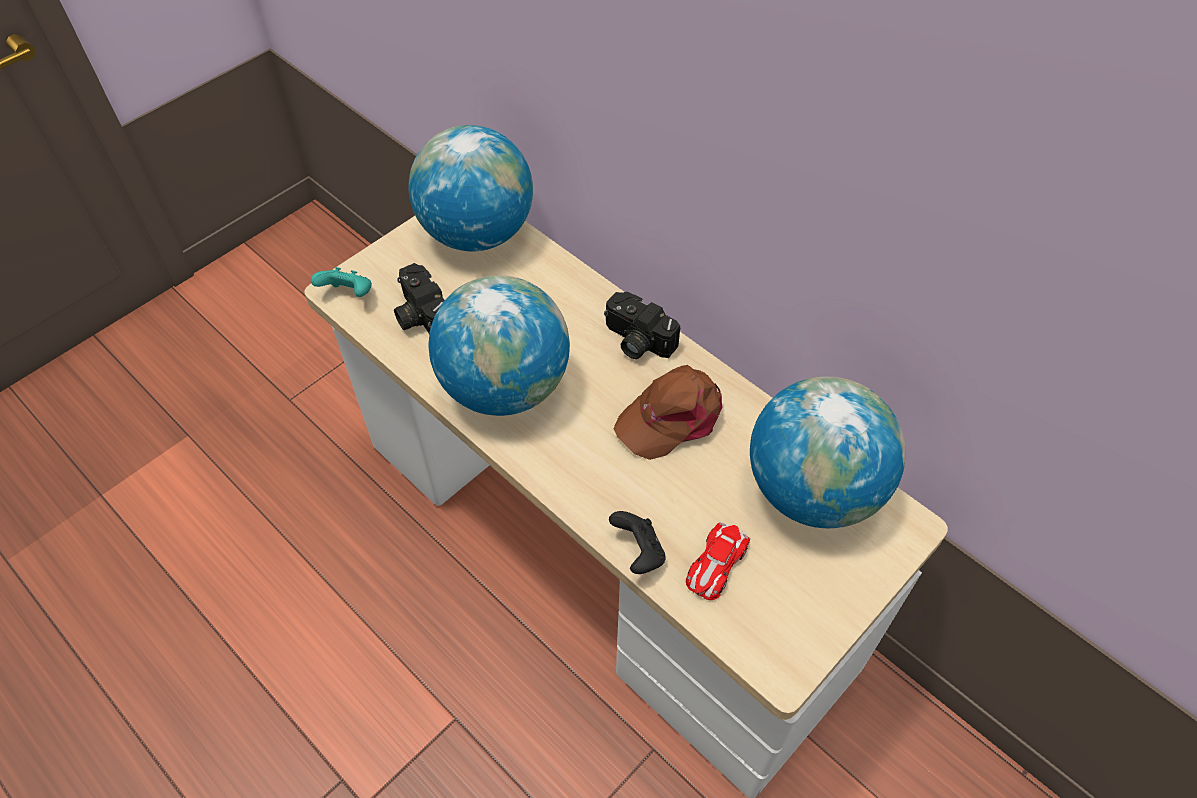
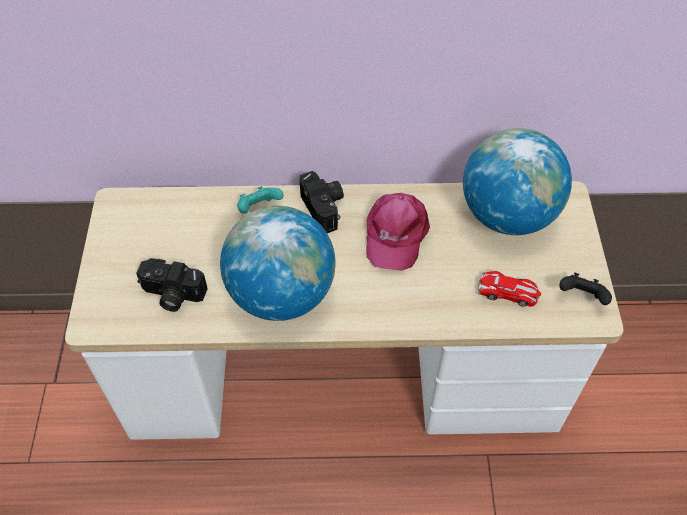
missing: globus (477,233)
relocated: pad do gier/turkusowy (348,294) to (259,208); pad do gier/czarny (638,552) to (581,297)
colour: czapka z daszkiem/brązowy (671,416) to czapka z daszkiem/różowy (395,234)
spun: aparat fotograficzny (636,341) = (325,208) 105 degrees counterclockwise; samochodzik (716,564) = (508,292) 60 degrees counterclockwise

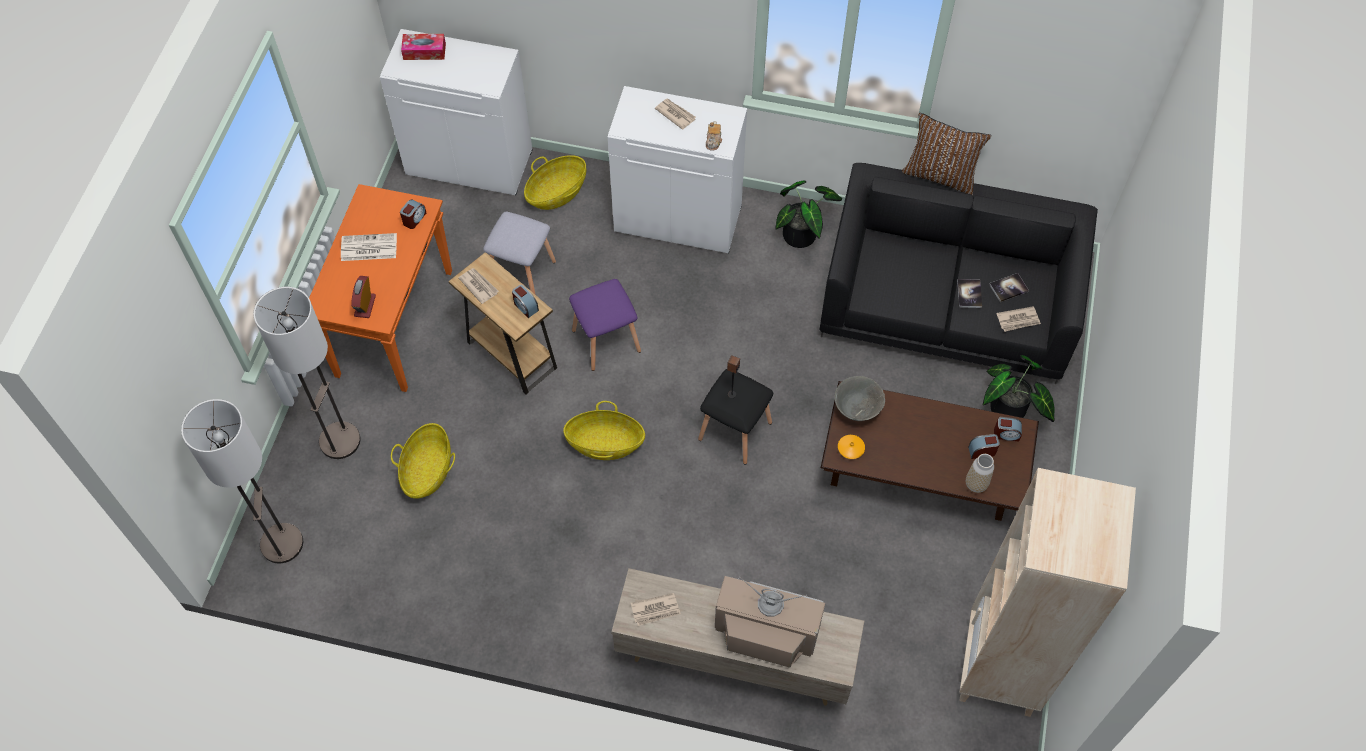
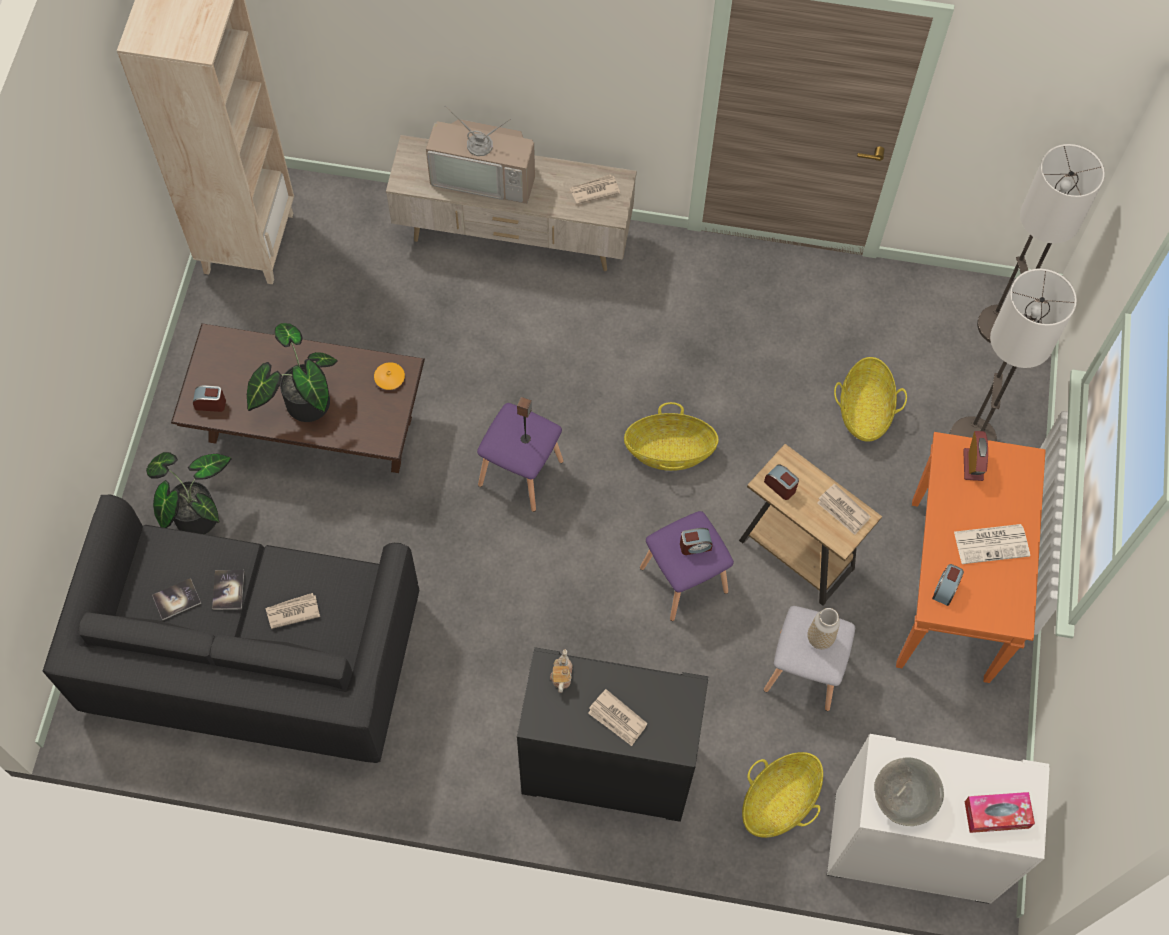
missing: poduszka/brązowy (940,175)
relocated: roślina doniczkowa (803,235) to (302,403); gazeta (1018,320) to (292,611); budzik (982,451) to (695,546); wazon (976,484) to (820,638); miska/szary (857,409) to (903,799)
colour: stołek/czarny (735,432) to stołek/fioletowy (520,471); szafka/biały (679,218) to szafka/czarny (606,768)

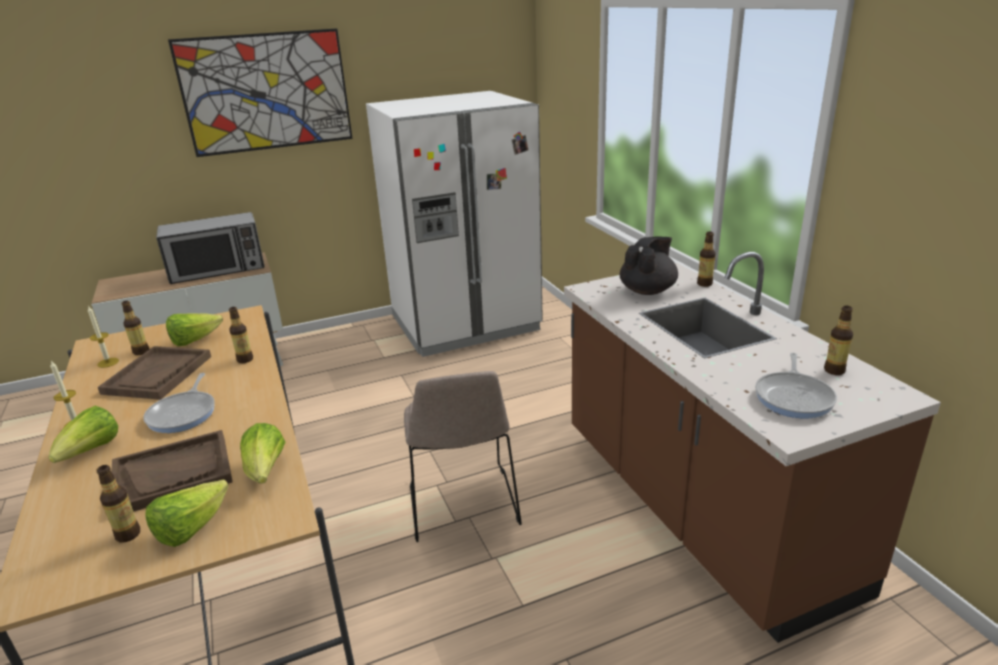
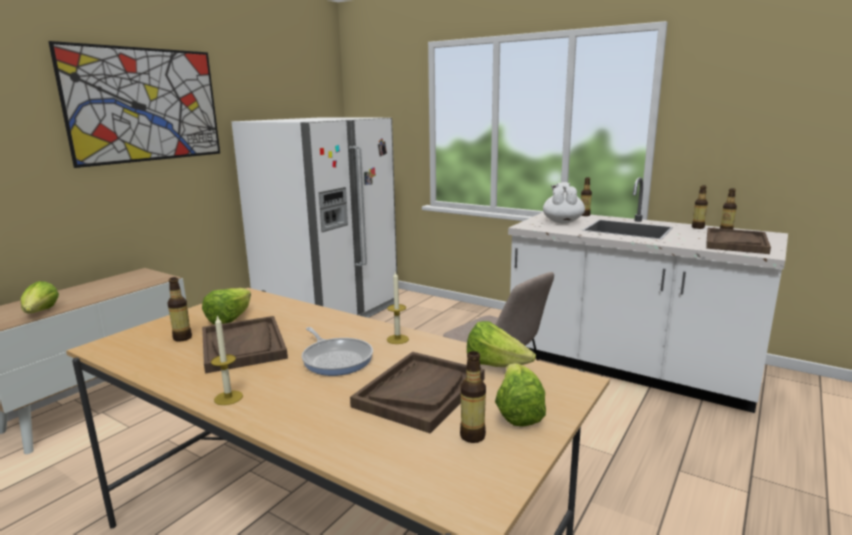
missing: mikrofalówka (218,270)
relocated: sałata (91,451) to (41,313); świeca (108,362) to (397,339); butelka (245,359) to (698,227)
exchanged: patelnia (794,397) to taca/brązowy (735,243)
colour: zabudowa kuchenna/brązowy (698,507) to zabudowa kuchenna/biały (628,367); imbryk/czarny (648,290) to imbryk/biały (562,221)

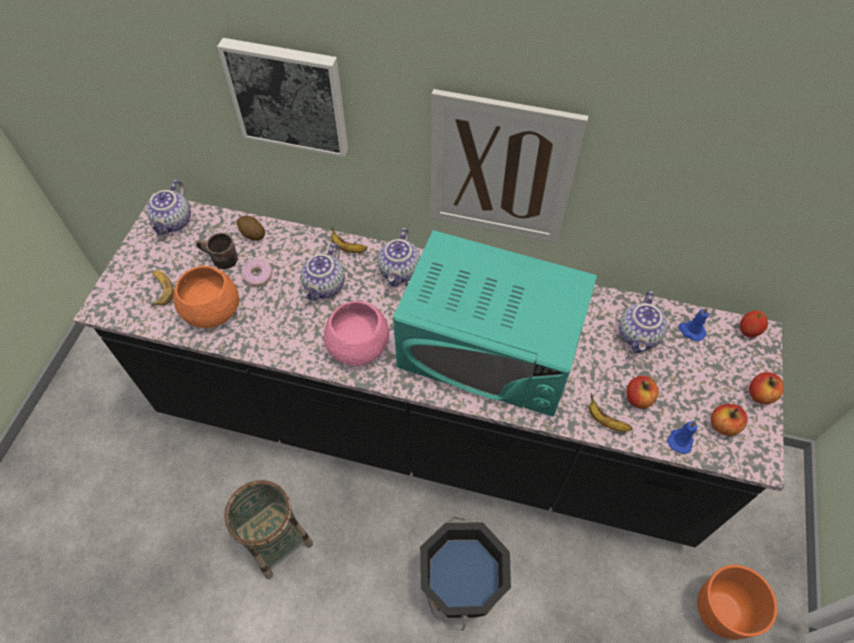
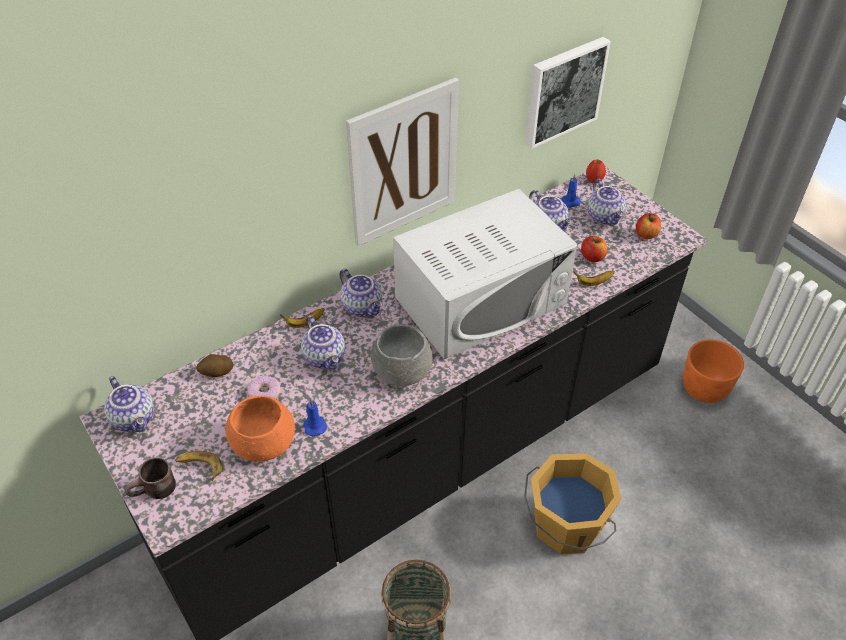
missing: jabłko (760,394)
appeared: imbryk (605,217)
relocated: kubek/brązowy (219,260) to (155,492); świeca/niebieski (680,440) to (314,425); obraz (289,96) to (563,91)
colour: miska/różowy (357,345) to miska/szary (402,370); mikrofalówka/turkusowy (490,347) to mikrofalówka/biały (481,300); wiadro/czarny (460,584) to wiadro/pomarańczowy (565,526)

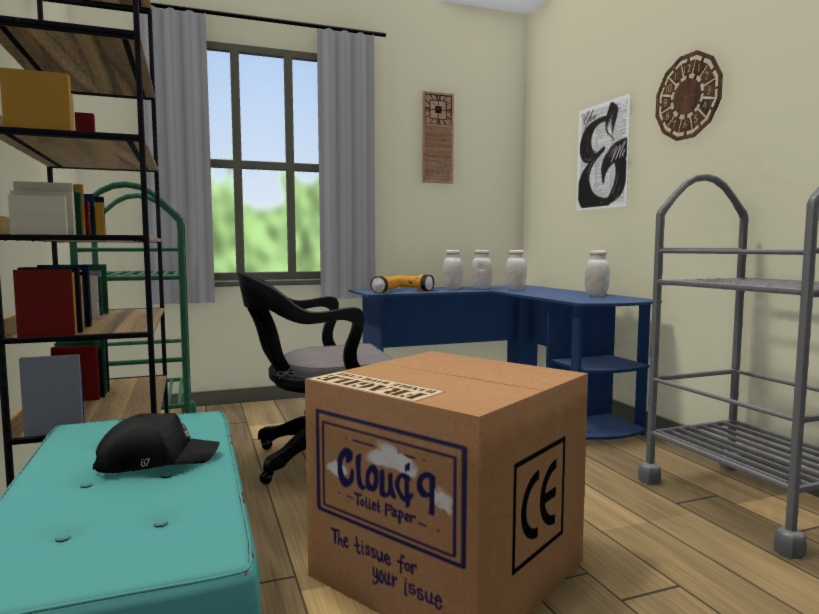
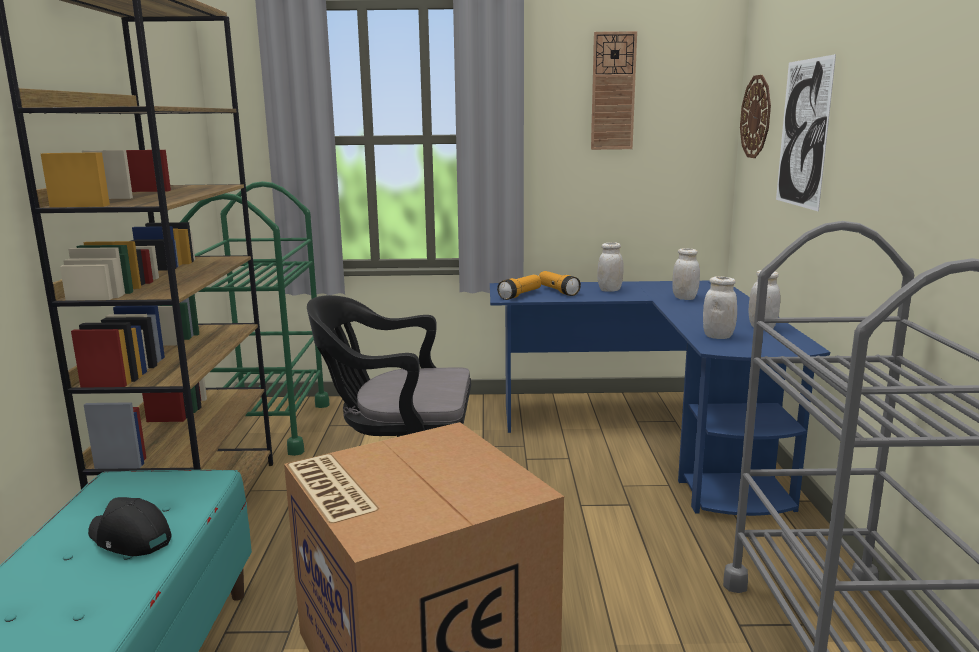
relocated: słoik/biały (481,288) to (718,336); zegar ścienny (688,96) to (756,117)
spun: czapka z daszkiem/czarny (156,461) = (129,538) 150 degrees counterclockwise

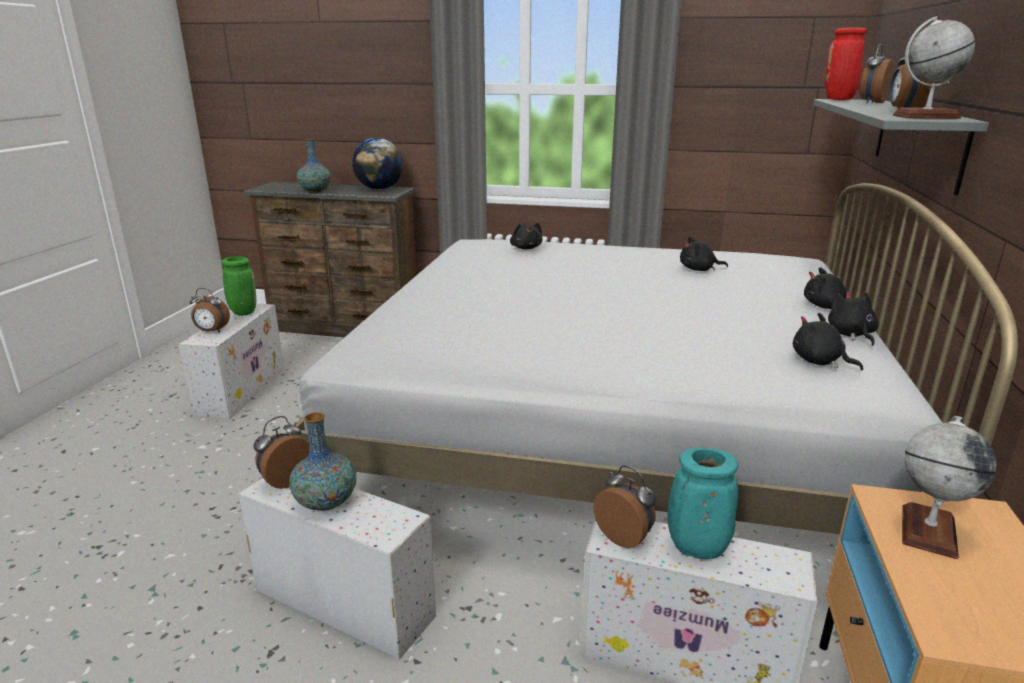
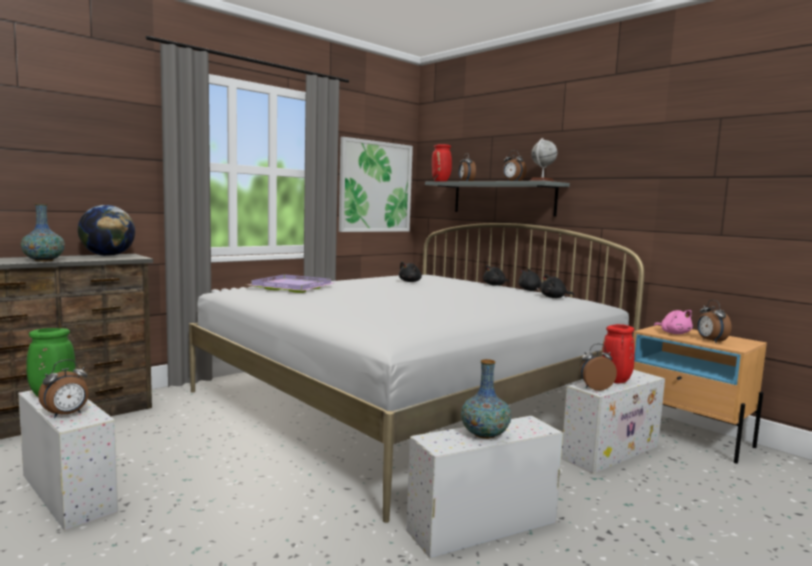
appeared: obraz (375,187)
relocated: budzik (285,480) to (710,341)
exchanged: pluszak/czarny (526,248) to taca/fioletowy (291,286); globus (928,530) to pluszak/różowy (674,333)
colour: wazon/turkusowy (696,549) to wazon/czerwony (616,381)

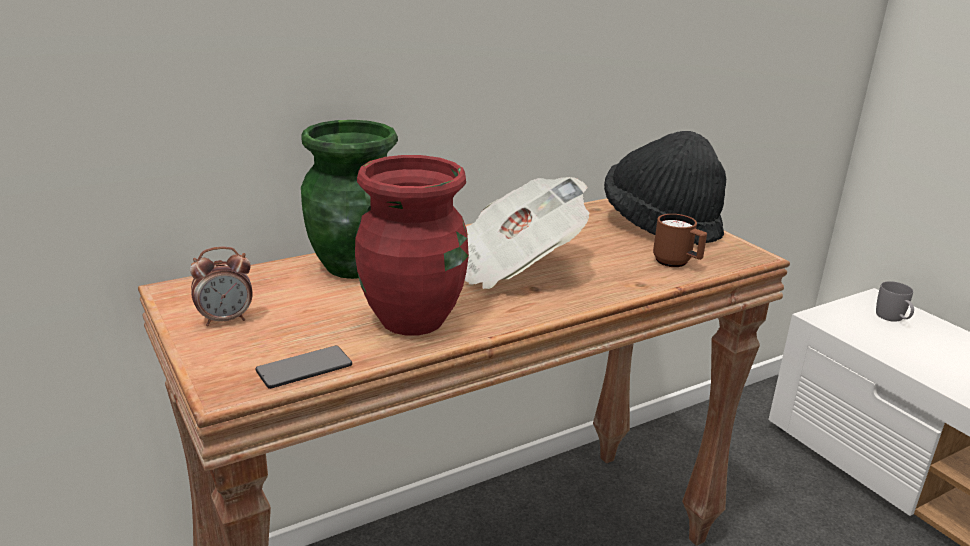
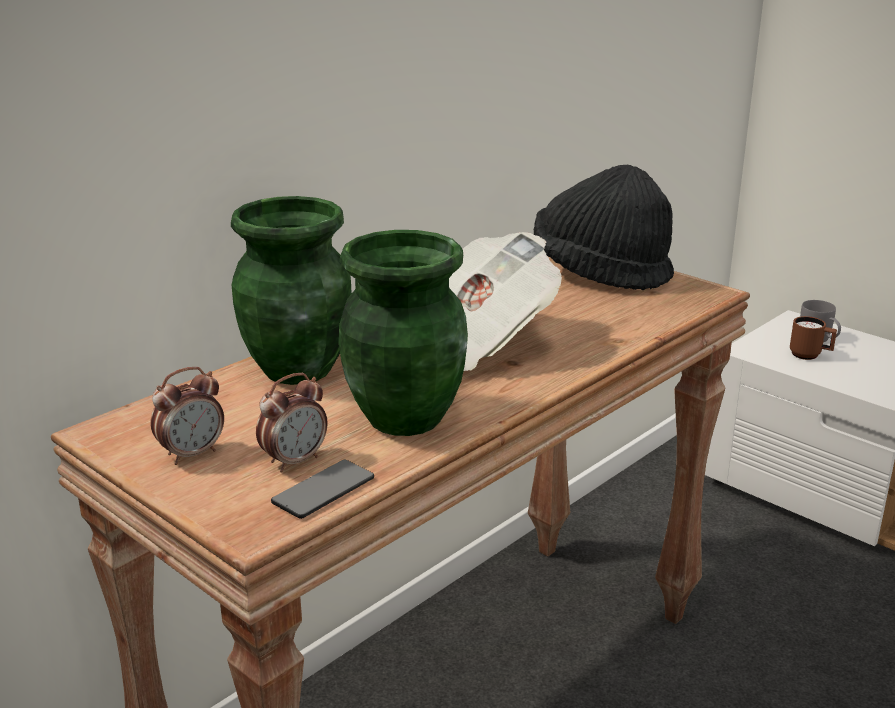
appeared: budzik (294,461)
relocated: kubek/brązowy (677,263) to (810,356)
colour: wazon/czerwony (413,319) to wazon/zielony (405,417)

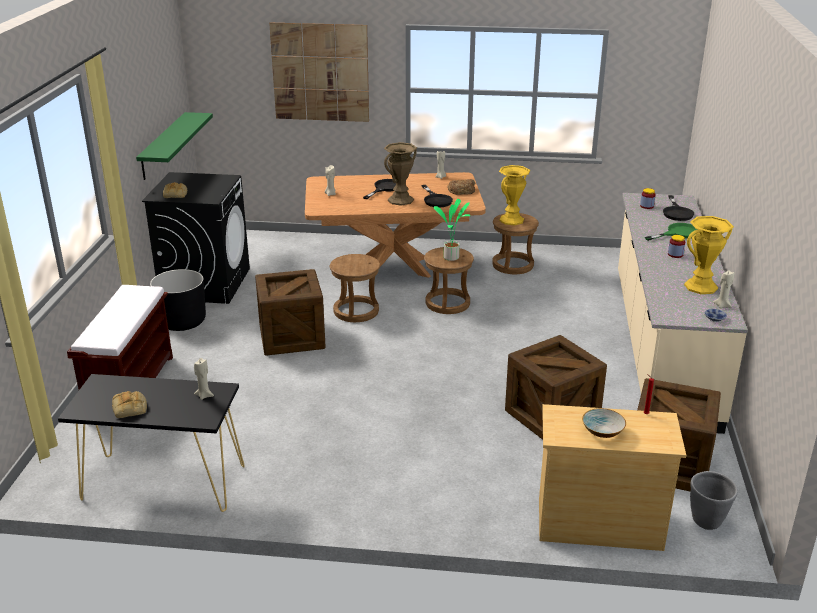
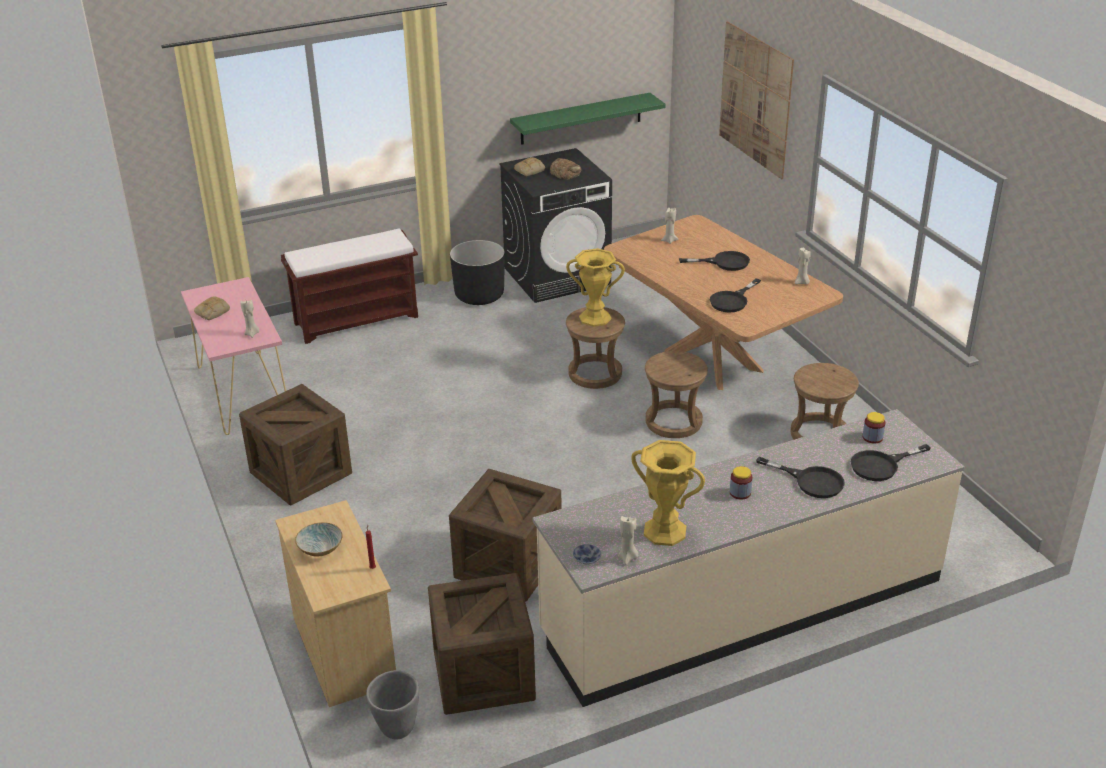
missing: wazon/brązowy (400,200); roślina doniczkowa (452,257)
relocated: skrzynka (292,337) to (301,473); chleb (461,190) to (565,173); wazon/żółty (511,220) to (595,318)
colour: stolik konsolowy/czarny (163,482) to stolik konsolowy/różowy (243,392); patelnia/zielony (678,233) to patelnia/czarny (811,481)

